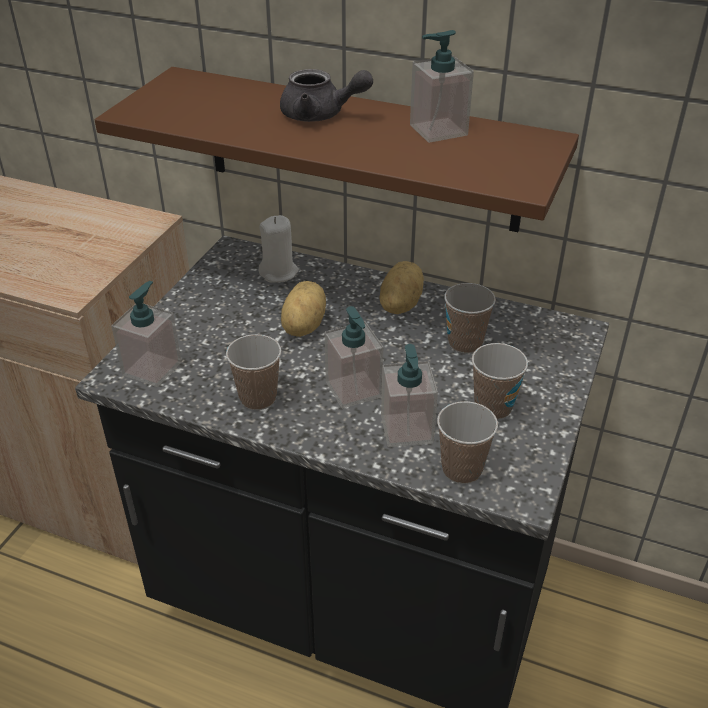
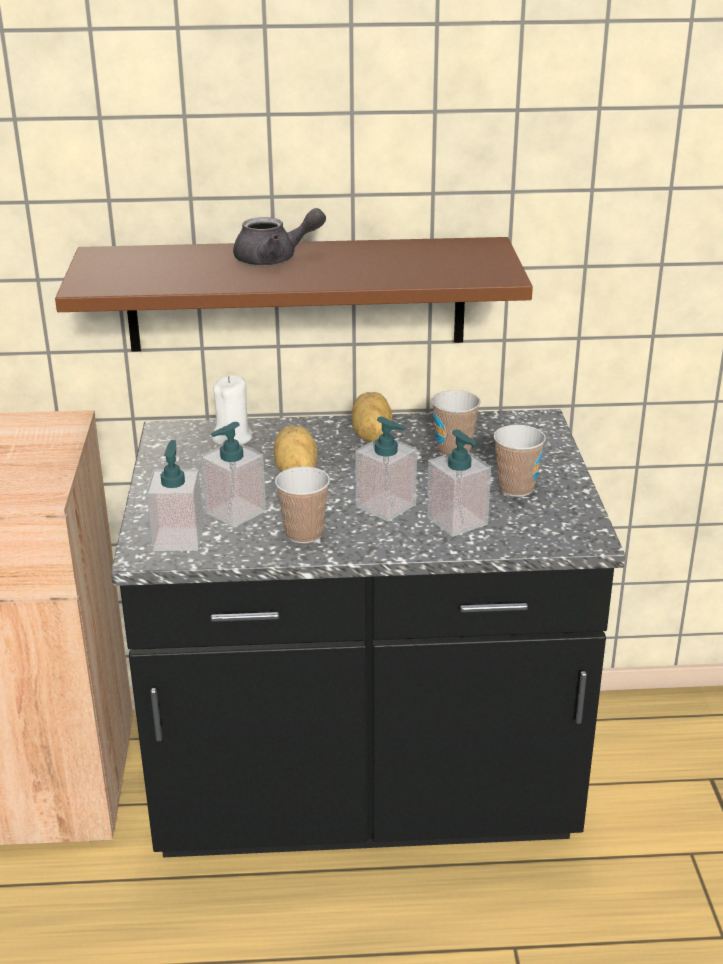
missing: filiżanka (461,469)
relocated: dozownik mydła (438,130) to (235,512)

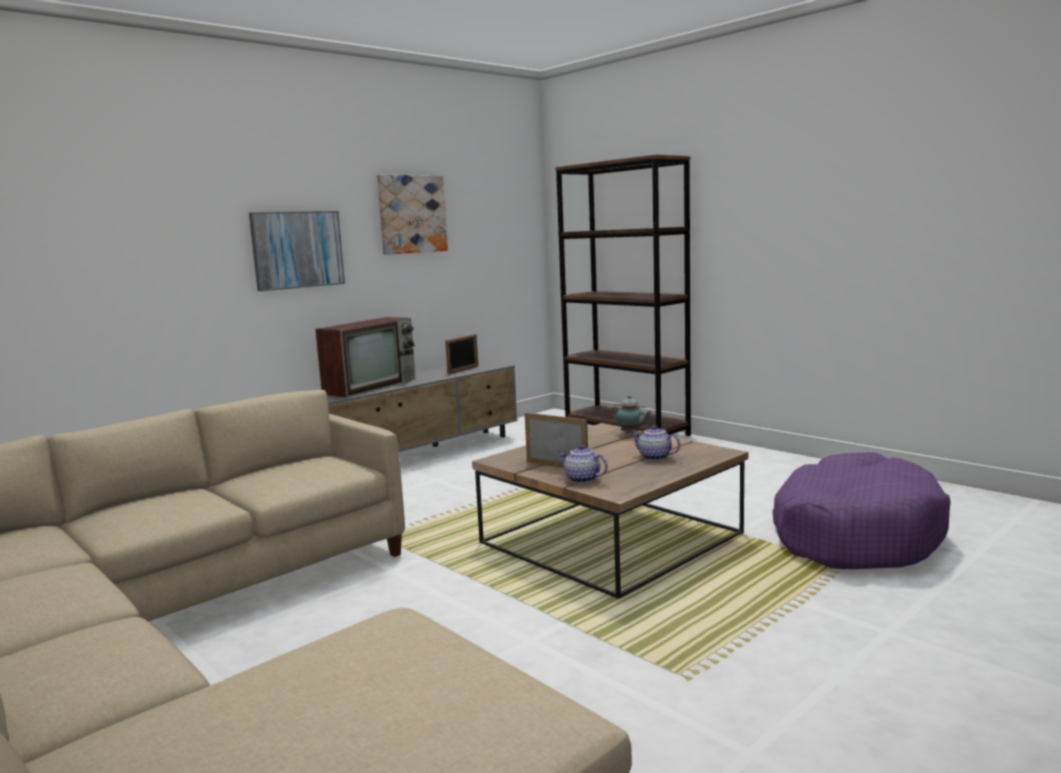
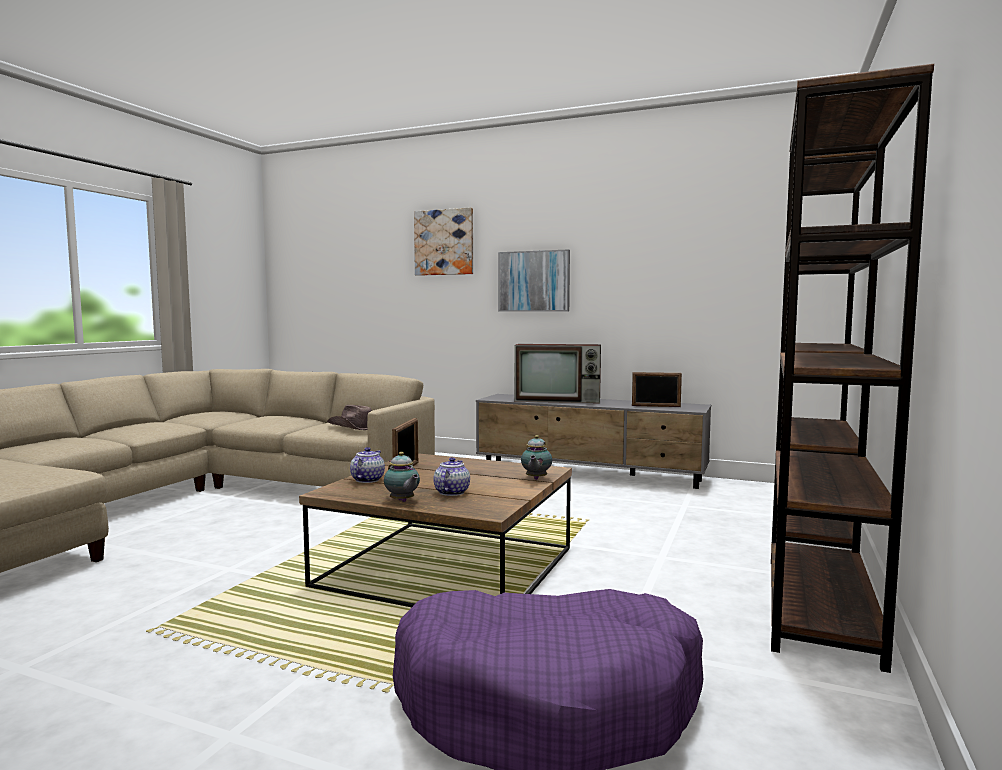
appeared: kapelusz/brązowy (356,427); imbryk (402,501); regał/brązowy (820,607)
relocated: obraz (412,214) to (444,242)

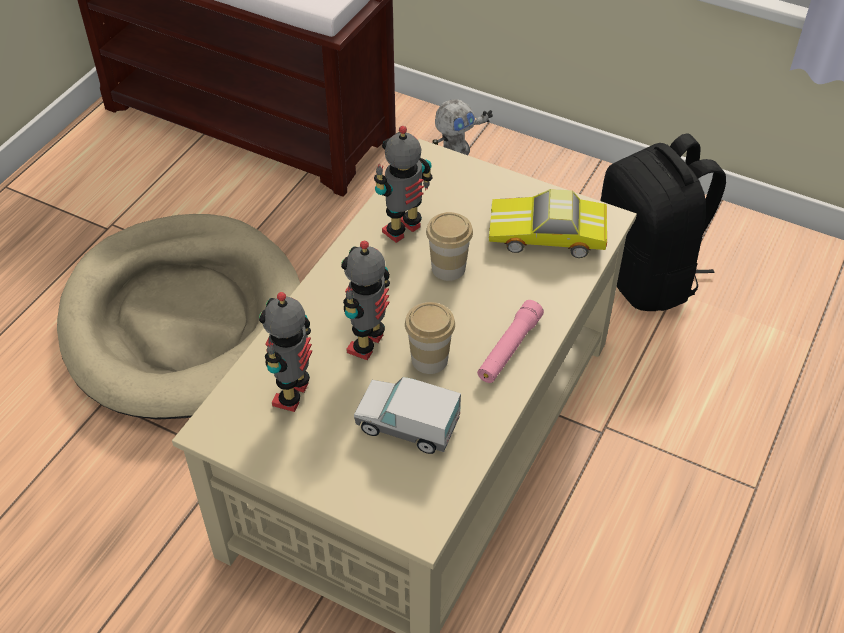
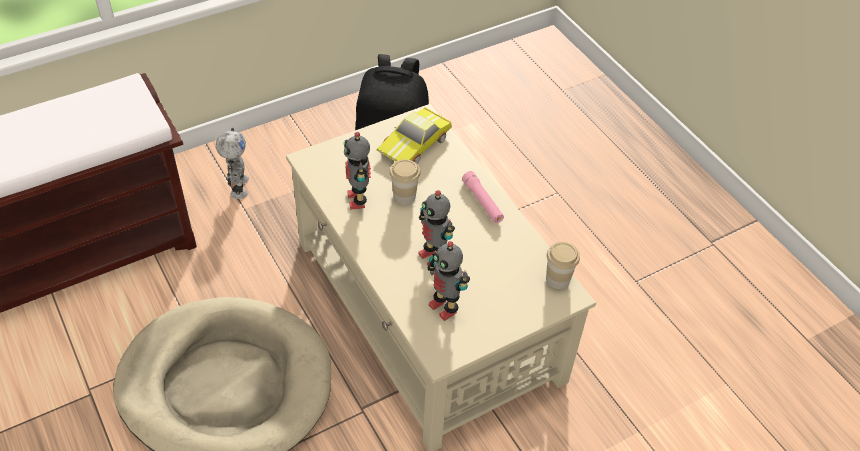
missing: ciężarówka zabawkowa (407,426)
relocated: filiżanka (429,359) to (557,279)

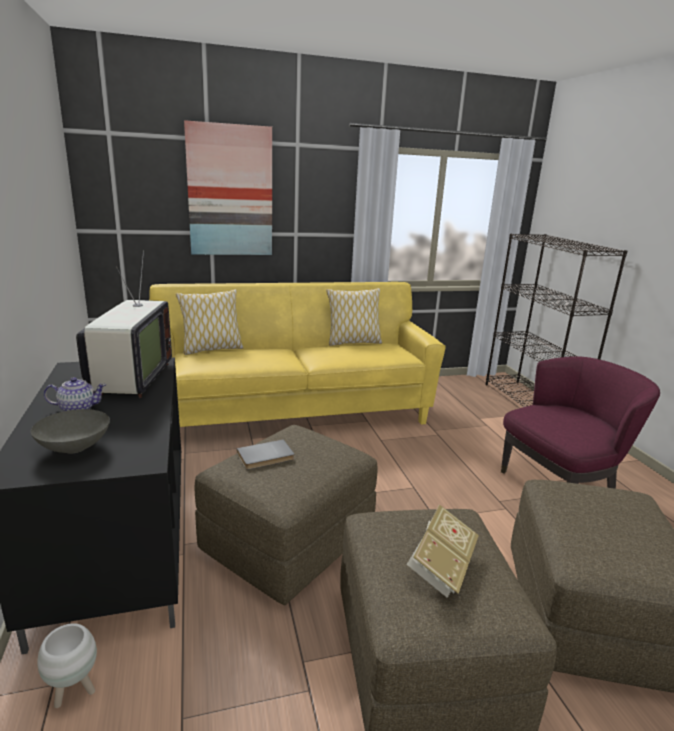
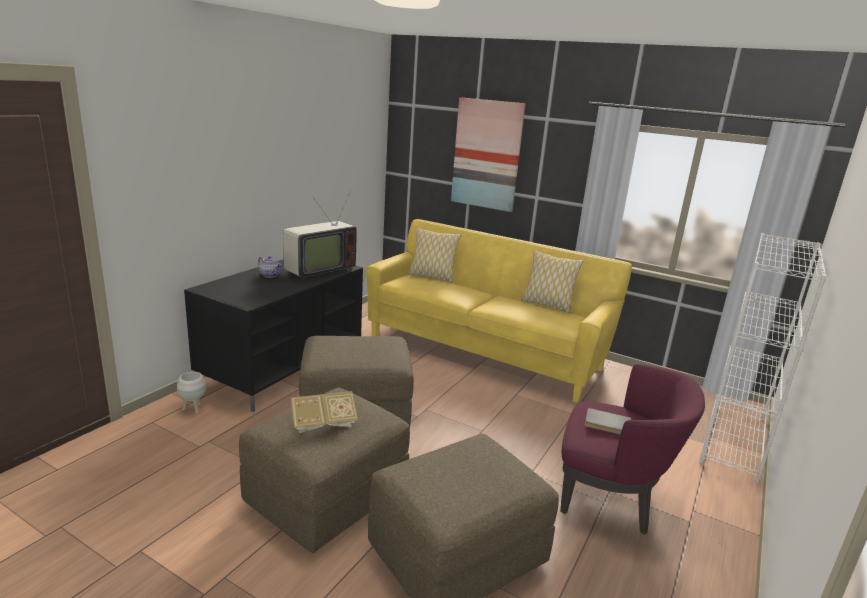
missing: miska/szary (75,447)
relocated: książka/szary (266,457) to (607,424)
colour: regał/czarny (531,404) to regał/biały (734,440)

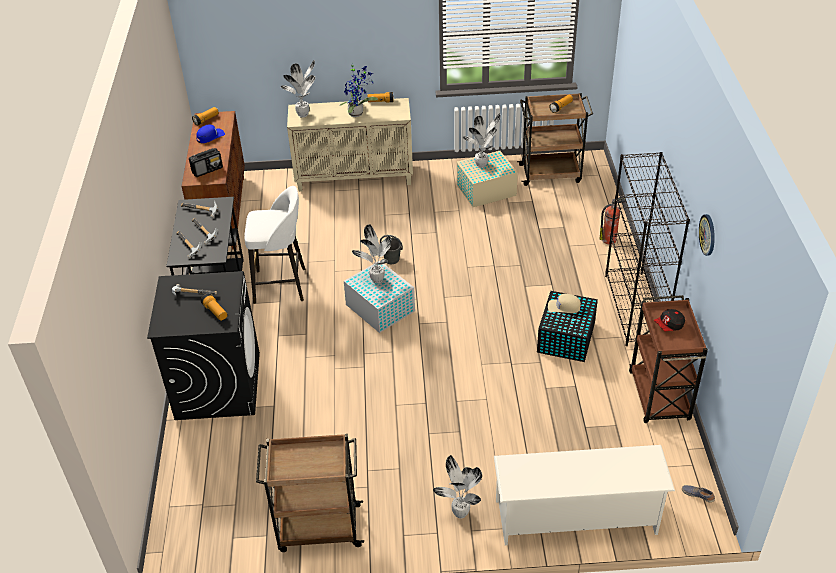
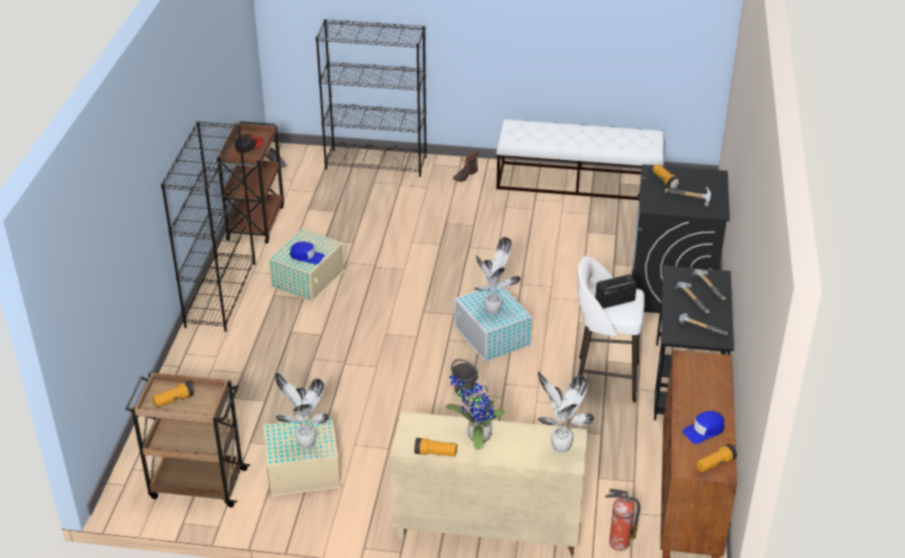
missing: zegar ścienny (708,234)
relocated: radio (207,170) to (614,301); gaśnica (609,239) to (618,543)
exchanged: regał na buty/biały (576,517) to regał/czarny (376,163); roślina doniczkowa (460,514) to but z cholewką (465,175); wózek/brązowy (318,528) to ławka/biały (579,182)
colour: pojemnik do przechowywania/czarny (565,338) to pojemnik do przechowywania/beżowy (309,278); czapka z daszkiem/beżowy (564,307) to czapka z daszkiem/niebieski (306,256)

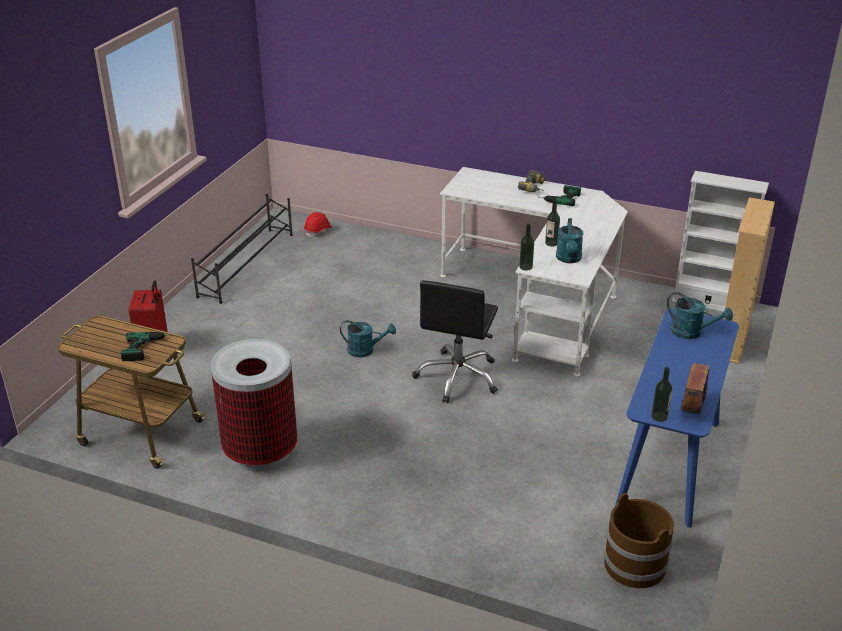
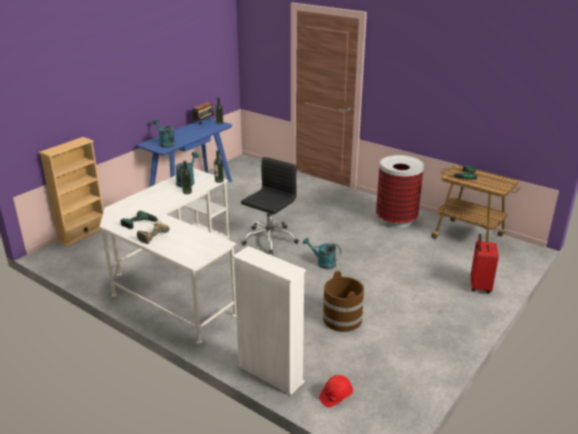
missing: regał na buty/czarny (247,264)
relocated: regał/biały (708,303) to (270,374); wiadro/brązowy (634,564) to (342,319)

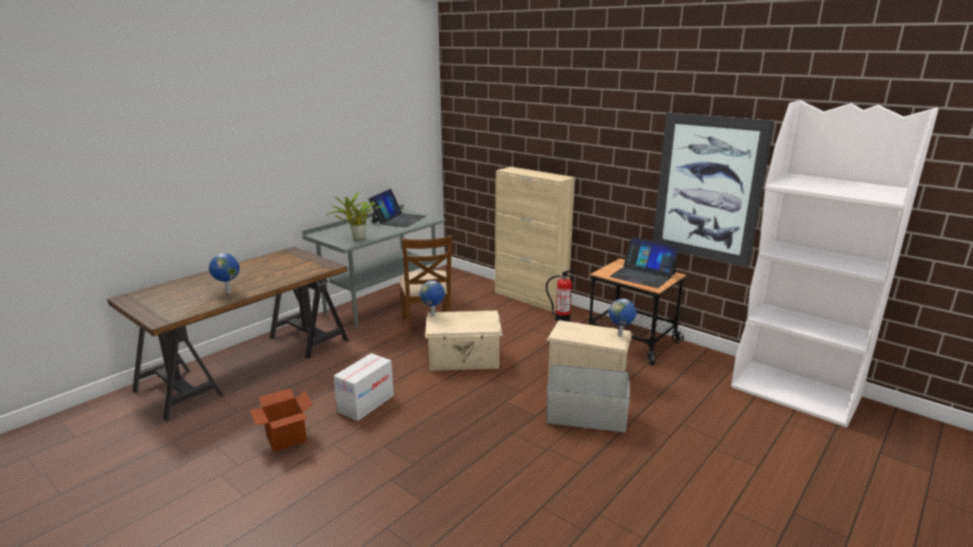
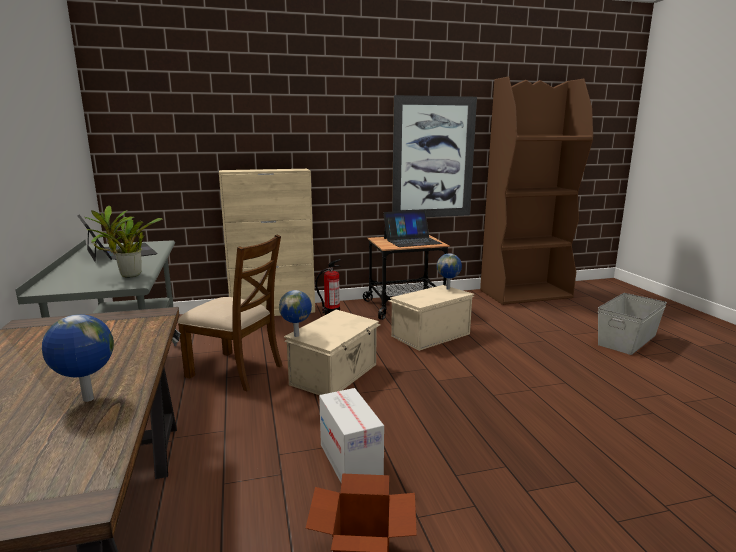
relocated: pojemnik do przechowywania/szary (586,417) to (627,340)
colour: regał/biały (795,393) to regał/brązowy (525,294)

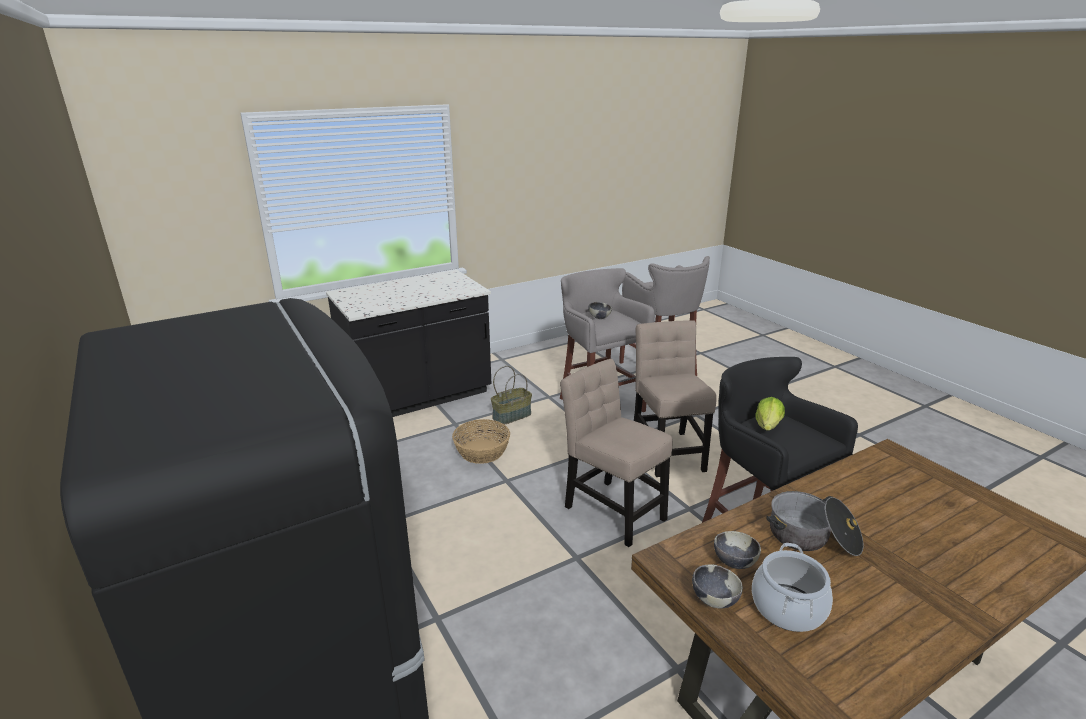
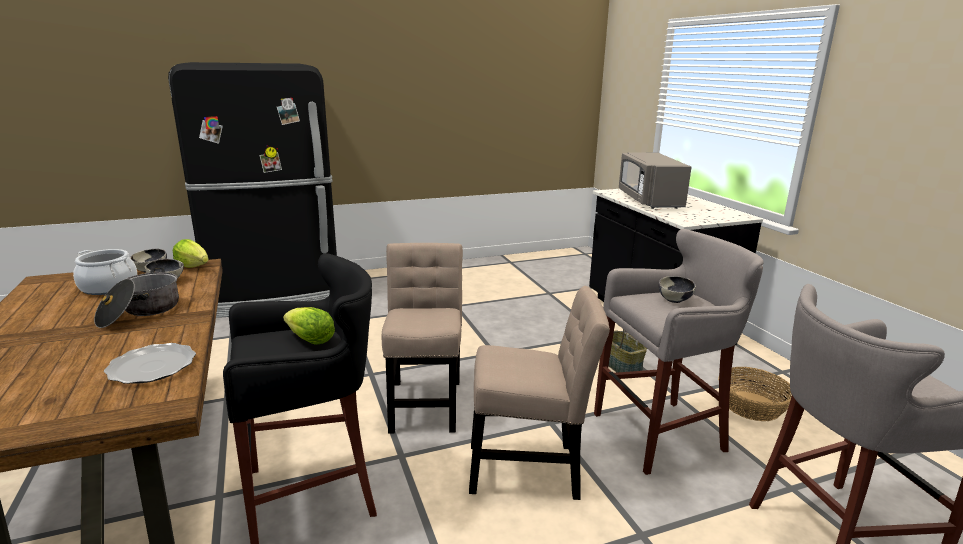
appeared: talerz (151,367); sałata (193,266); mikrofalówka/szary (649,200)
relocated: koszyk (482,451) to (752,406)
spun: krzesło/beżowy (611,509) = (425,402) 60 degrees counterclockwise

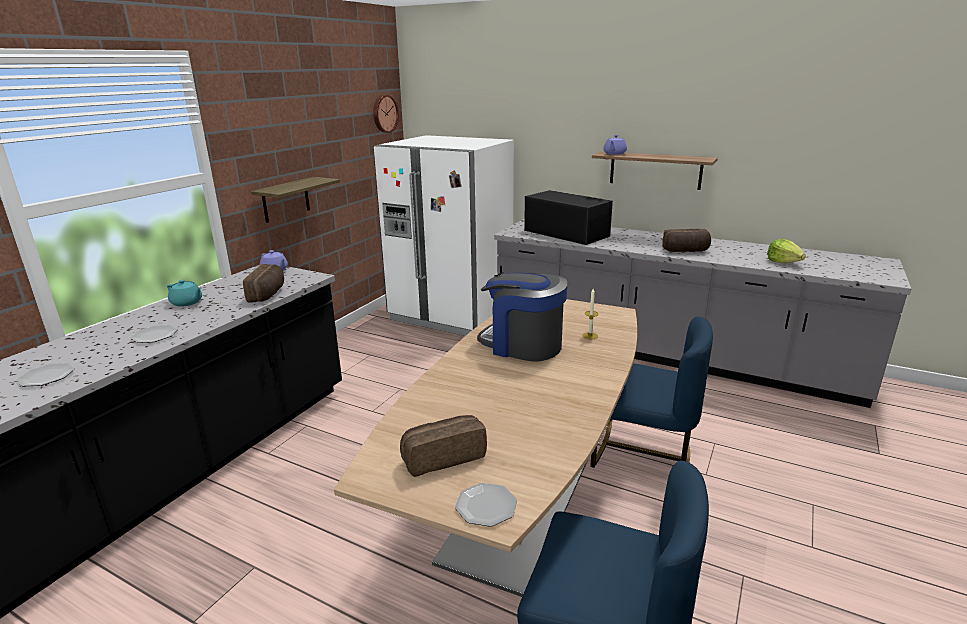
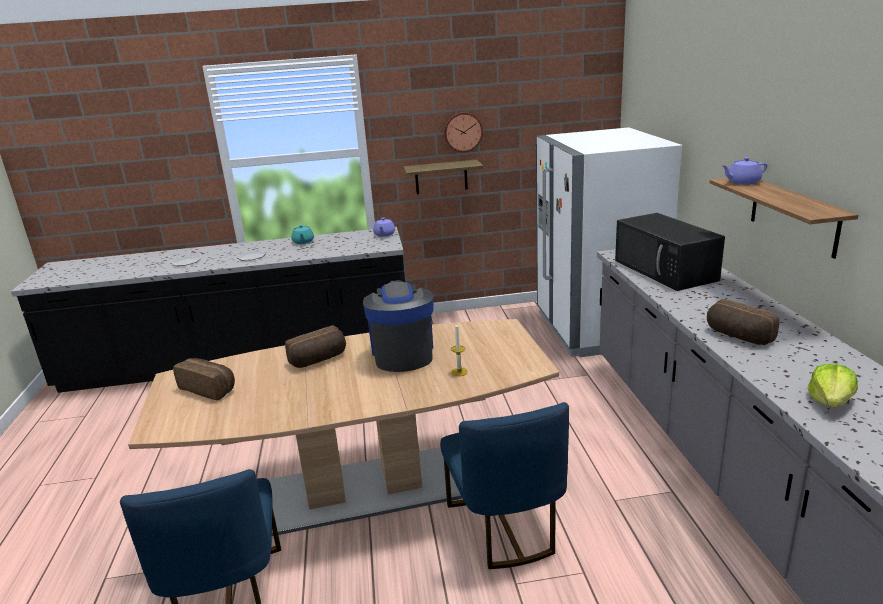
missing: talerz (486,506)
relocated: chleb (268,294) to (319,360); zegar ścienny (384,113) to (463,132)
spun: mikrofalówka/czarny (565,233) = (666,270) 150 degrees clockwise

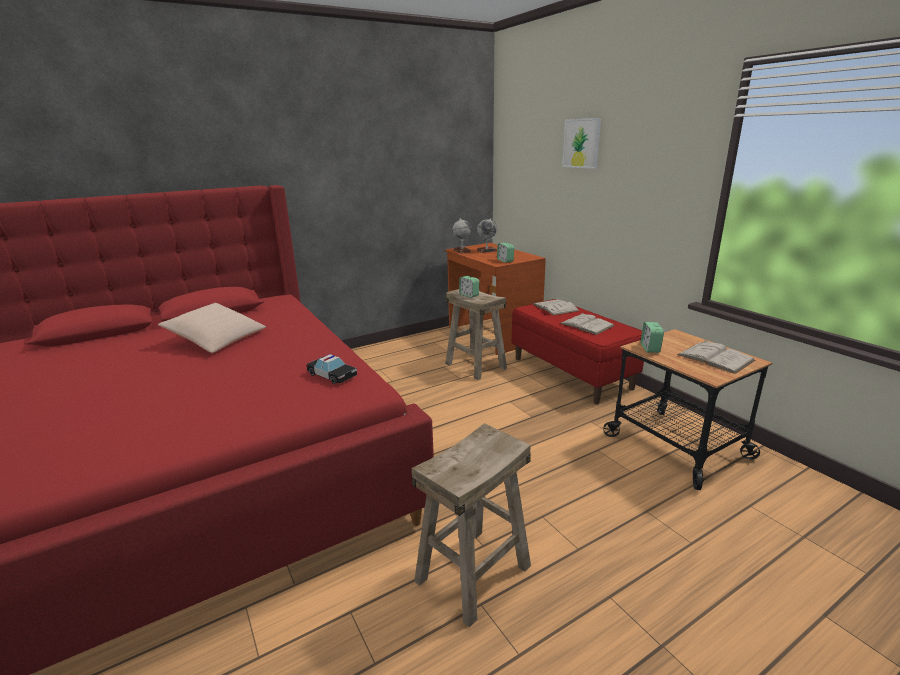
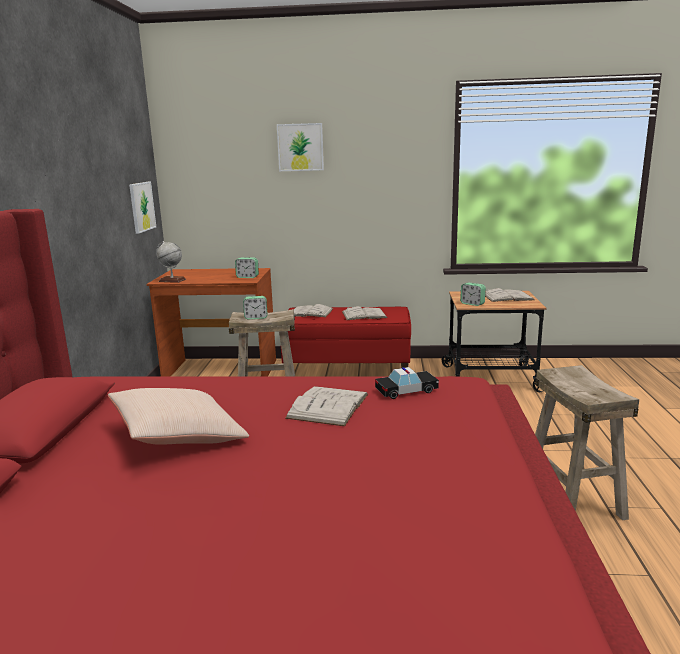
missing: globus (486,250)
appeared: obraz (142,206); książka/biały (328,406)

